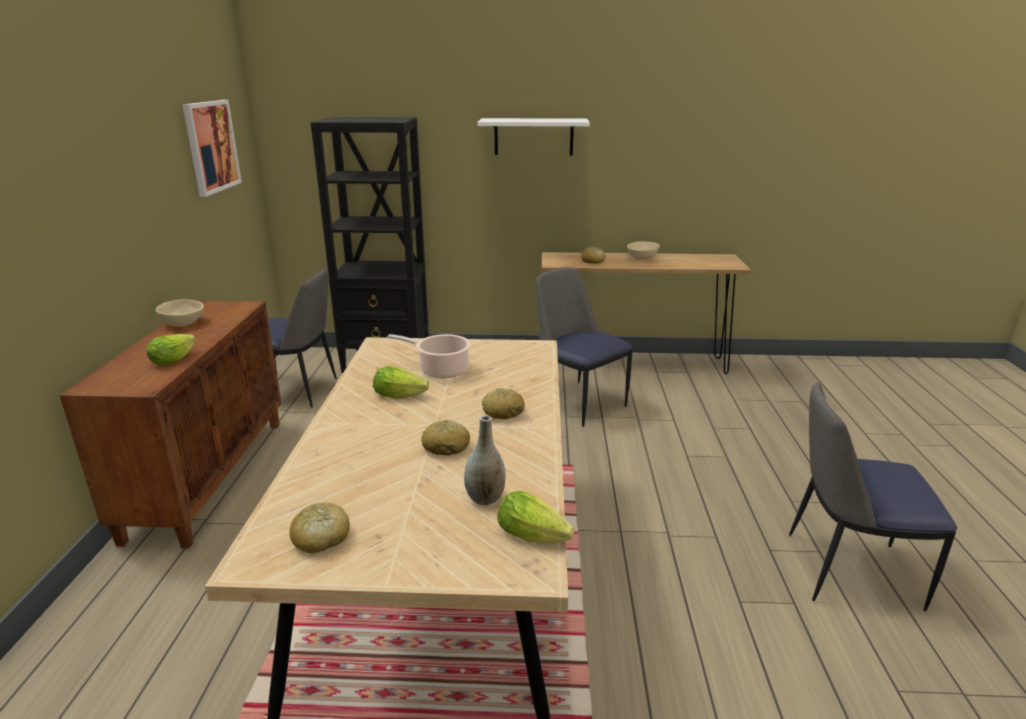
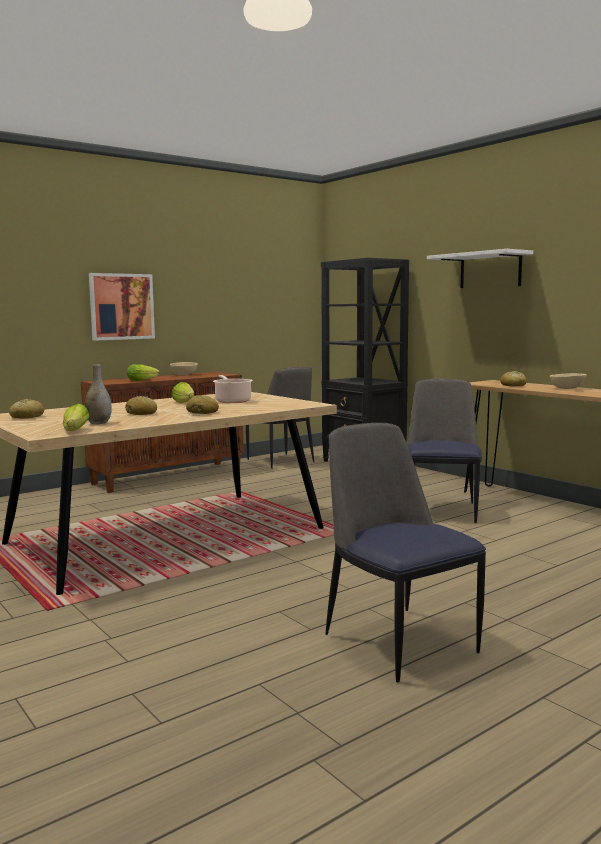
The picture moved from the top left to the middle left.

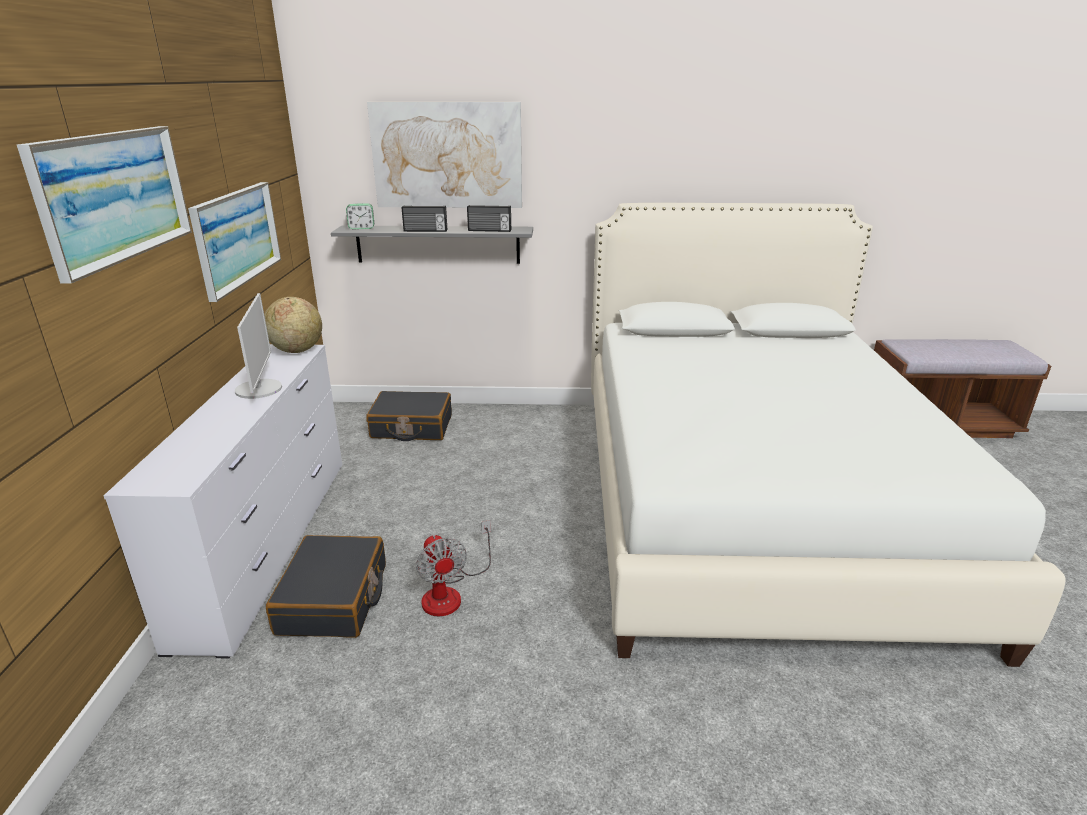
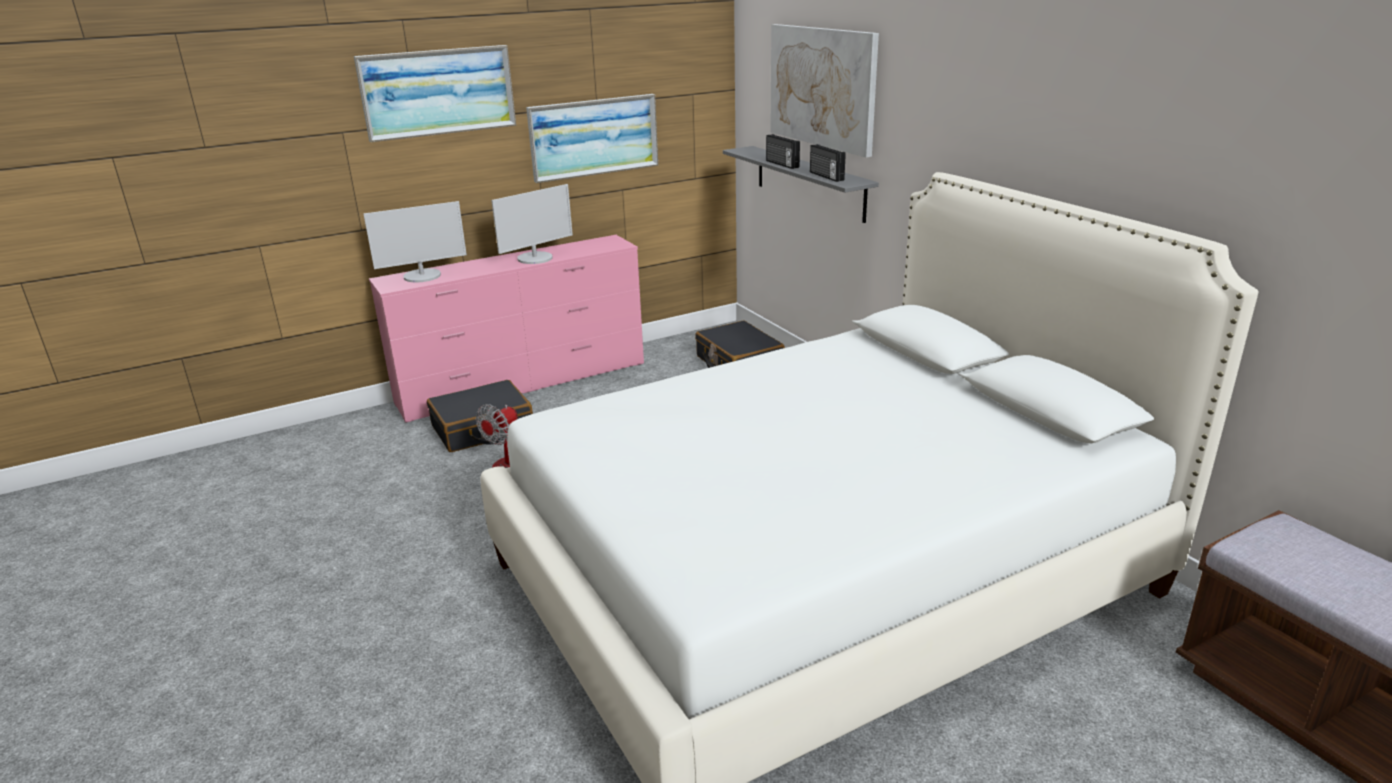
The globe at the middle left disappeared. The alarm clock at the top left disappeared. The monitor (1st from left) at the top left appeared. The white dresser at the middle left became the pink dresser at the centre.

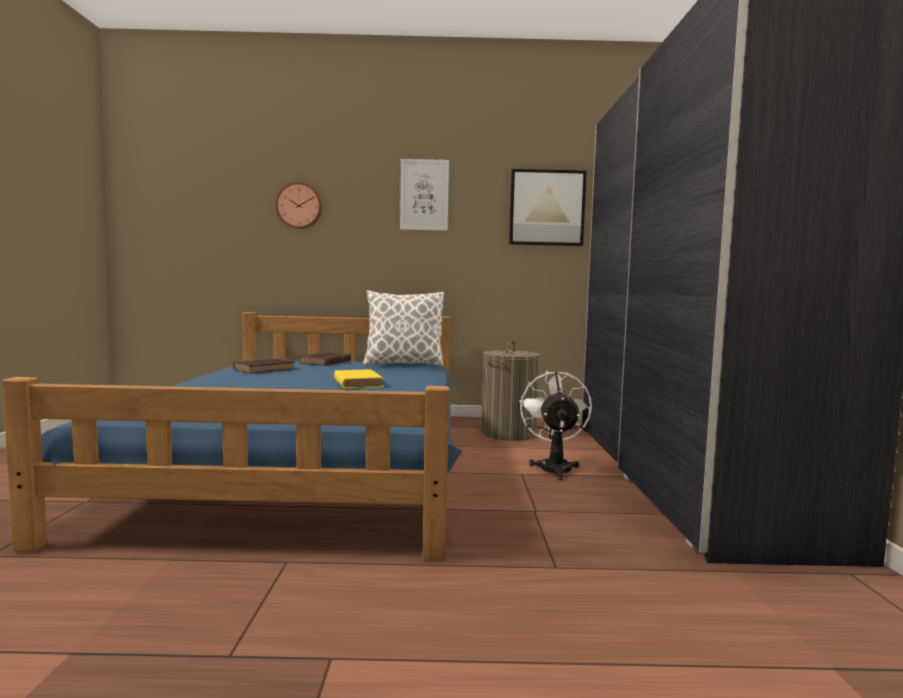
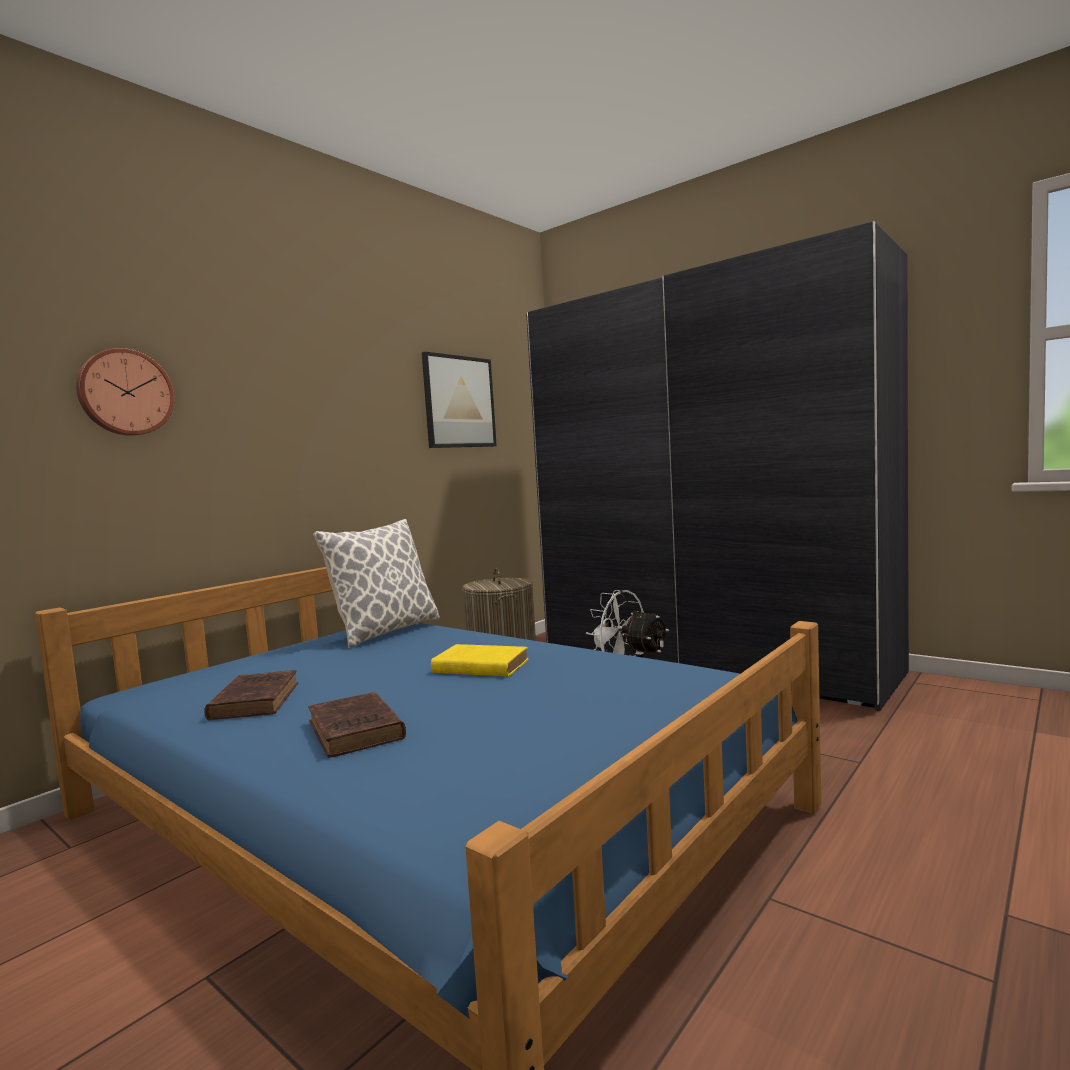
The picture (1st from left) at the top centre disappeared. The brown book (2nd from left) moved from the centre to the bottom centre.

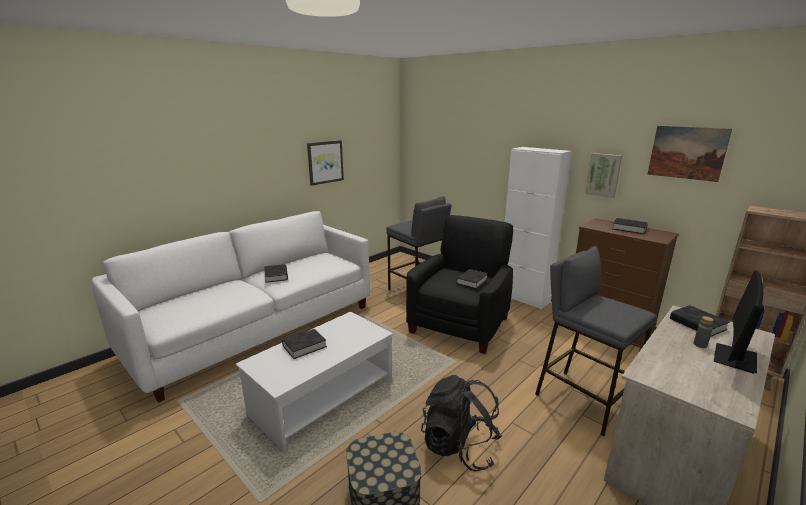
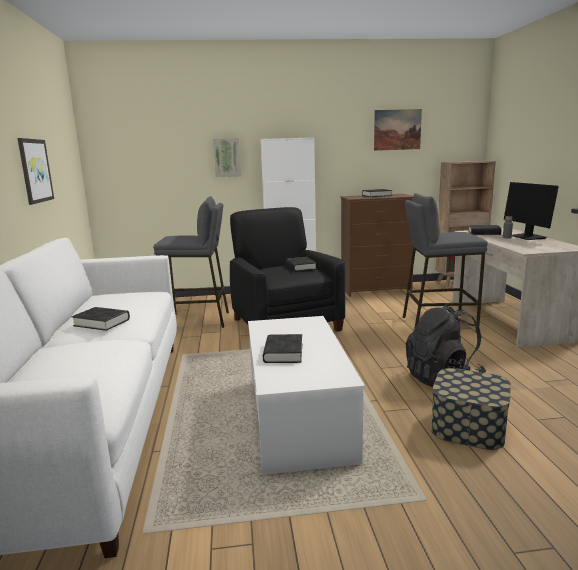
The picture (2nd from left) moved from the middle right to the top centre.

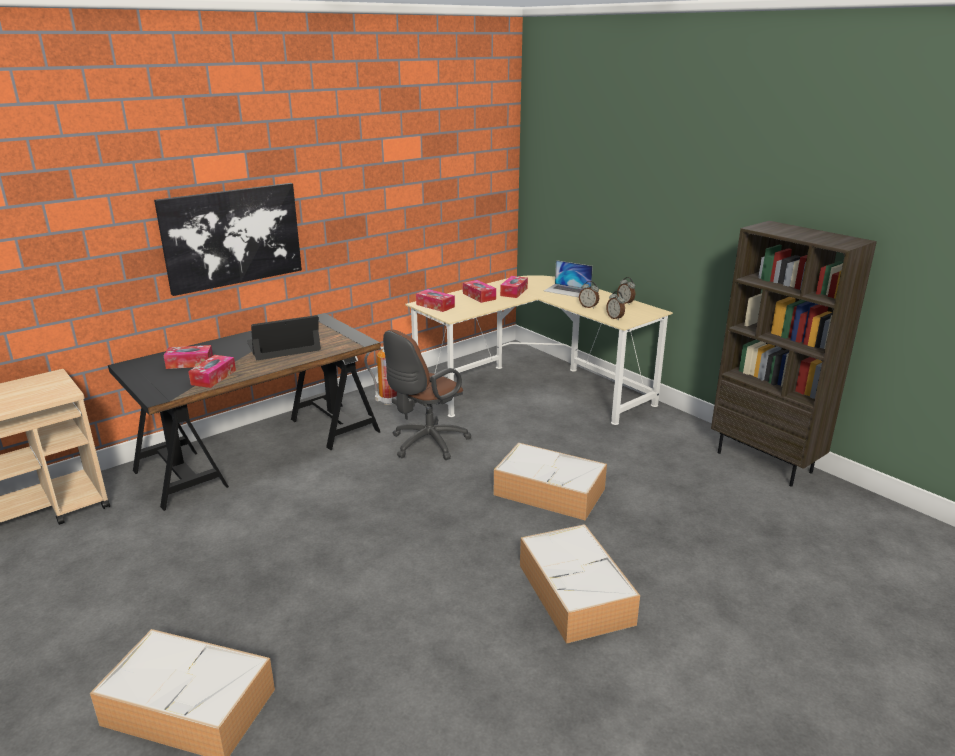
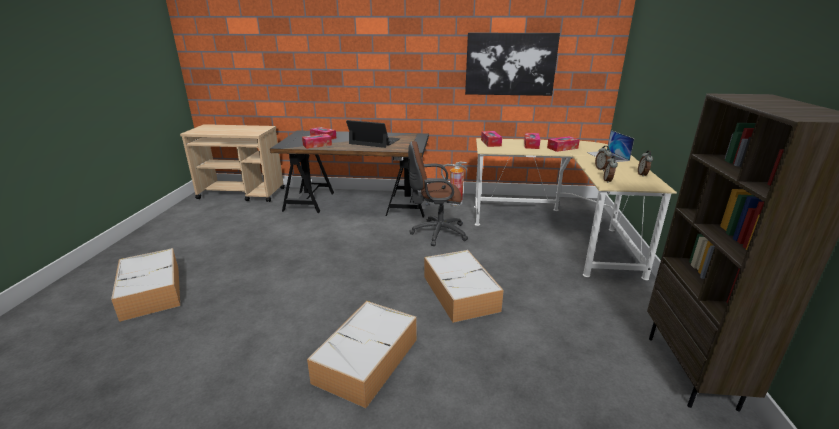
The picture moved from the top left to the top centre.

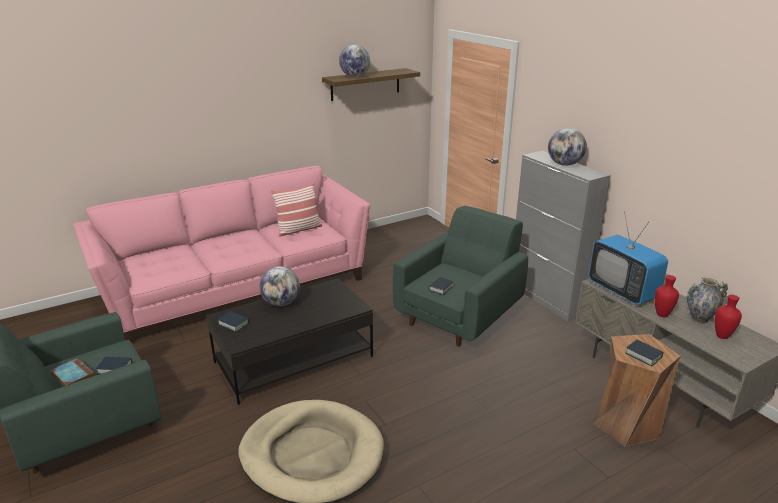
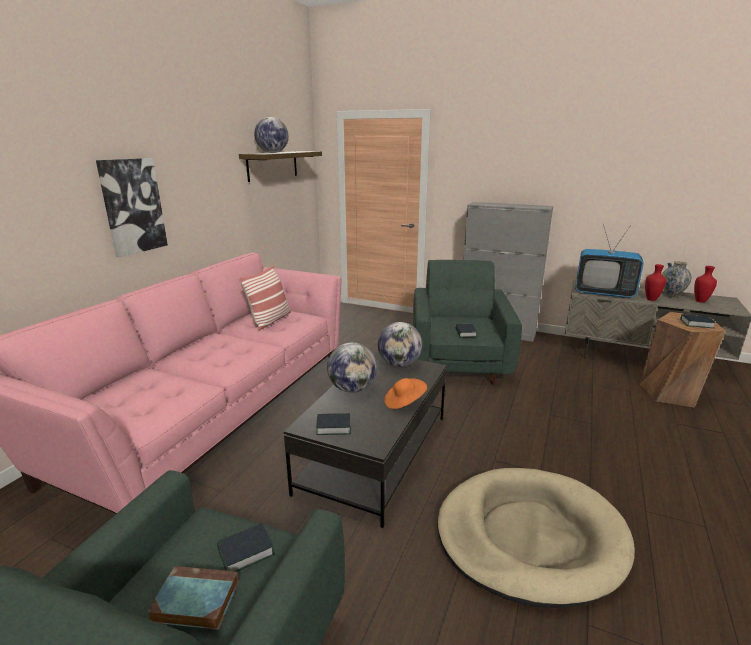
The picture at the top left appeared. The orange hat at the centre appeared. The globe (3rd from left) moved from the top right to the centre.

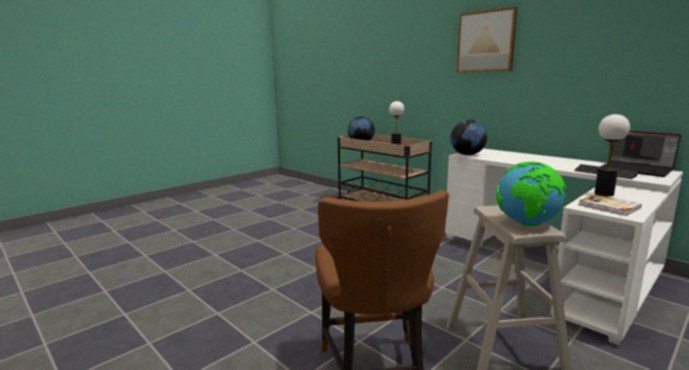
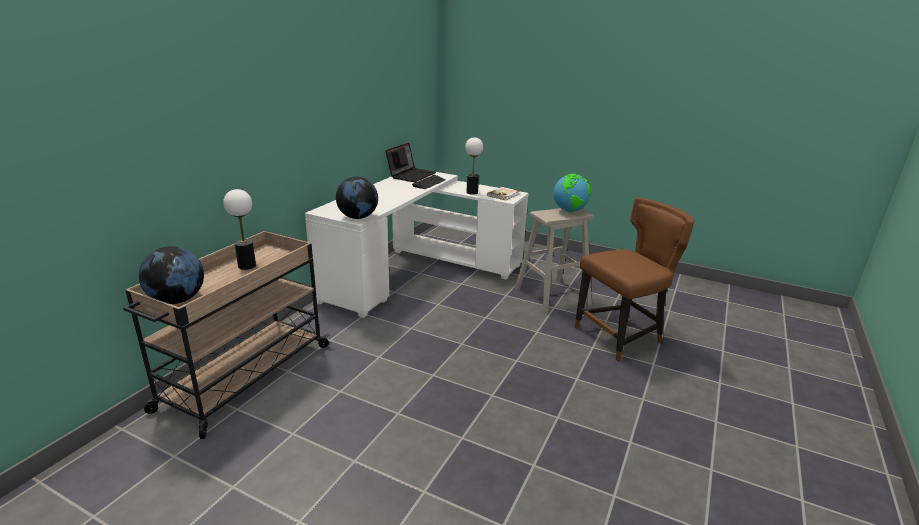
The picture at the top right disappeared.

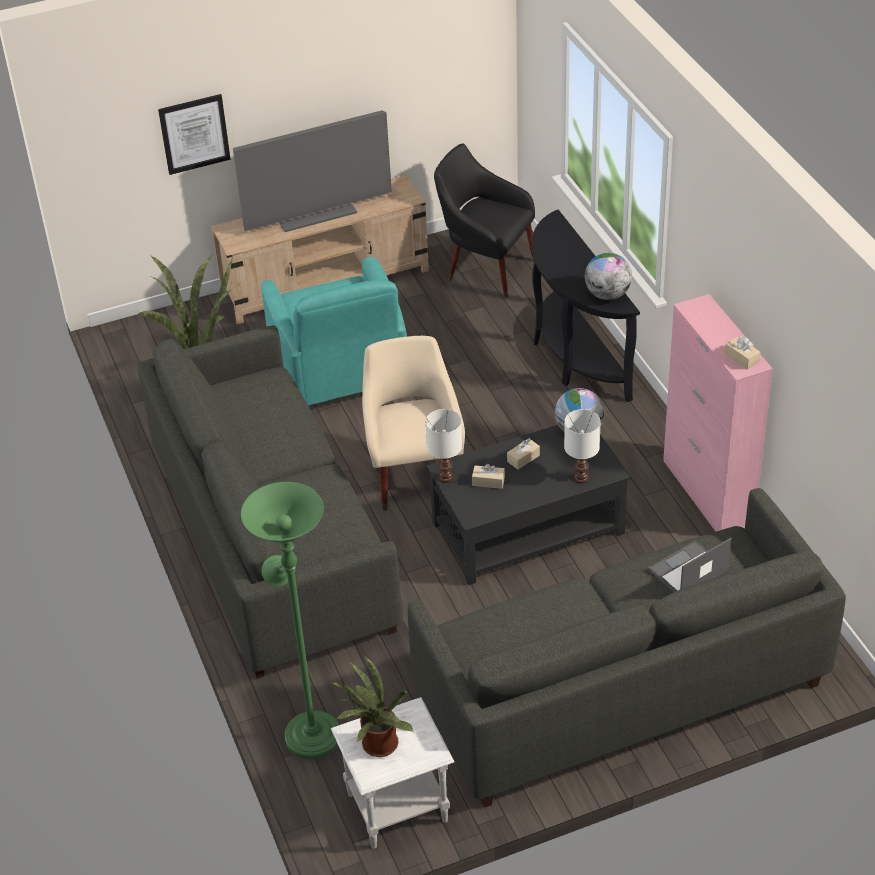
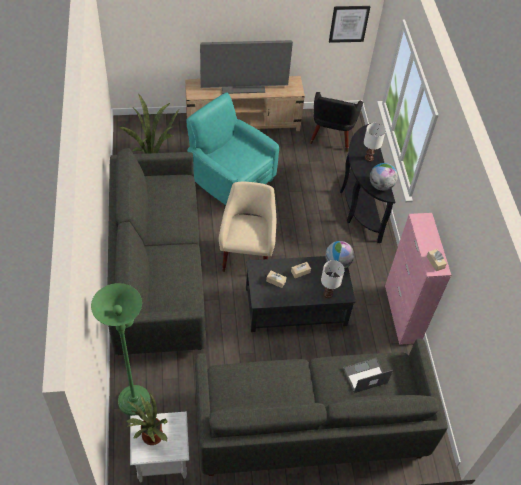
The picture moved from the top left to the top right. The white table lamp (1st from left in the first image) moved from the centre to the top right. The turquoise armchair at the centre turned 135 degrees clockwise. The black armchair at the top centre turned 120 degrees counterclockwise.

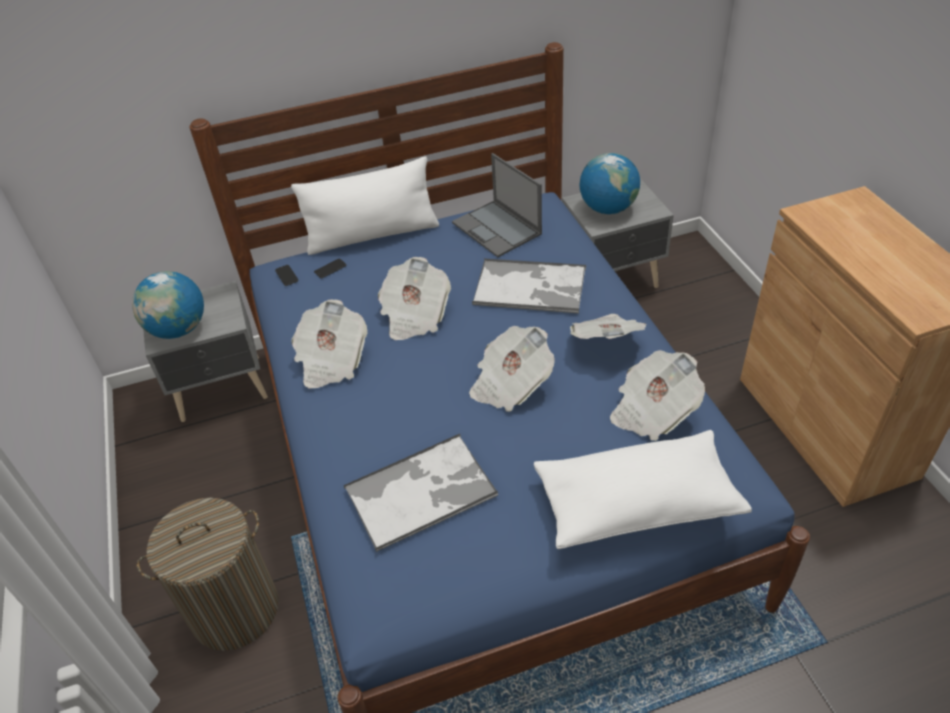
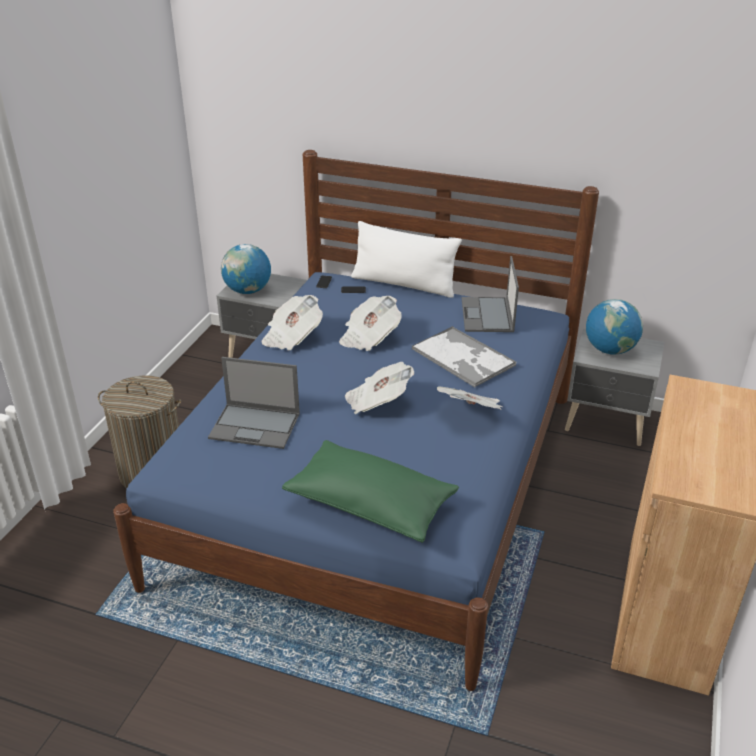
The newspaper (5th from left) at the middle right disappeared. The tray (1st from left) at the bottom centre was replaced by the laptop (1st from left) at the centre. The white pillow (2nd from left) at the bottom right became the green pillow at the centre.

